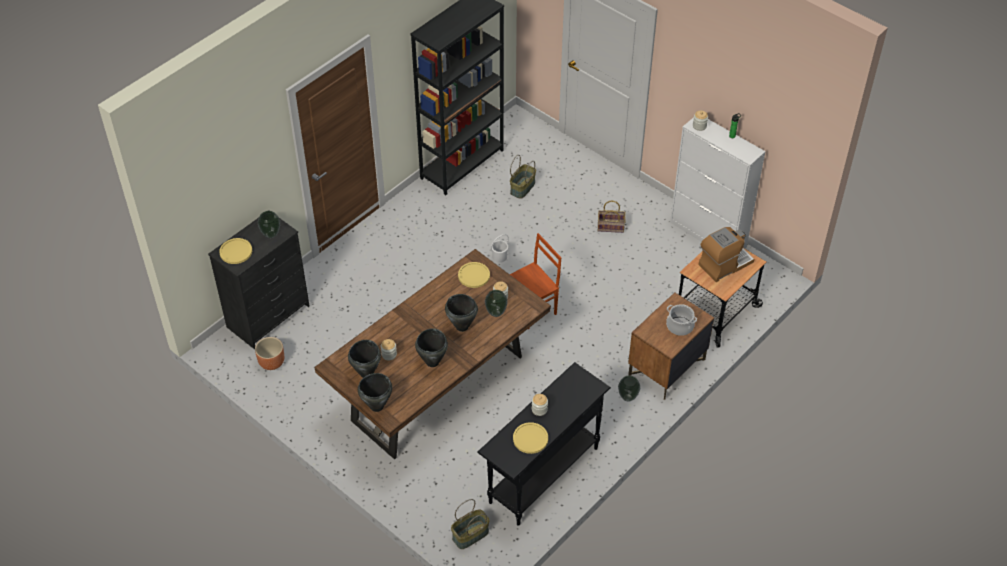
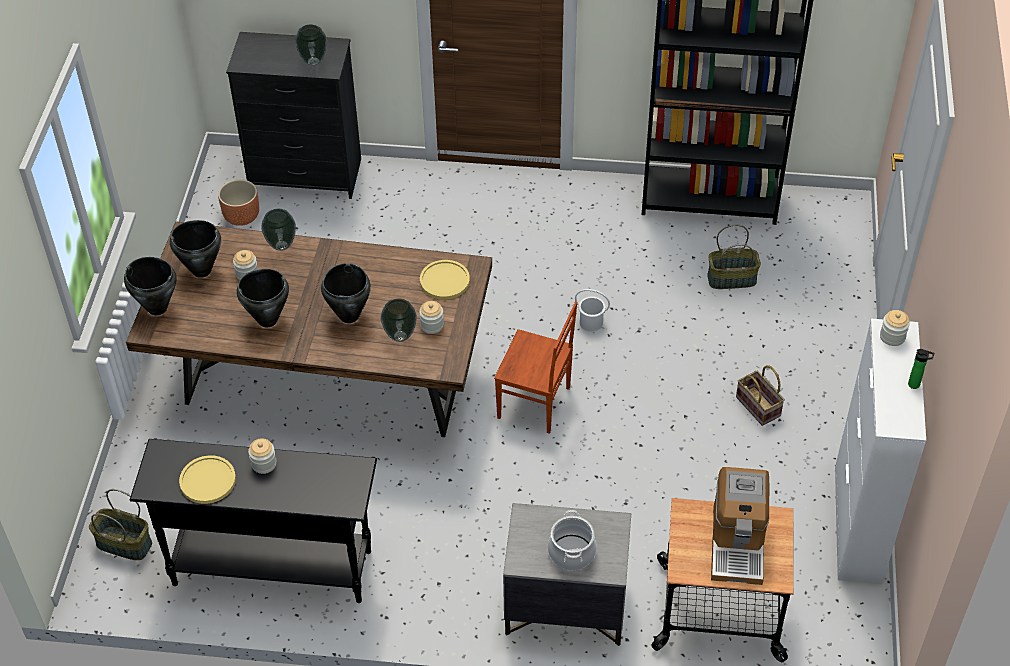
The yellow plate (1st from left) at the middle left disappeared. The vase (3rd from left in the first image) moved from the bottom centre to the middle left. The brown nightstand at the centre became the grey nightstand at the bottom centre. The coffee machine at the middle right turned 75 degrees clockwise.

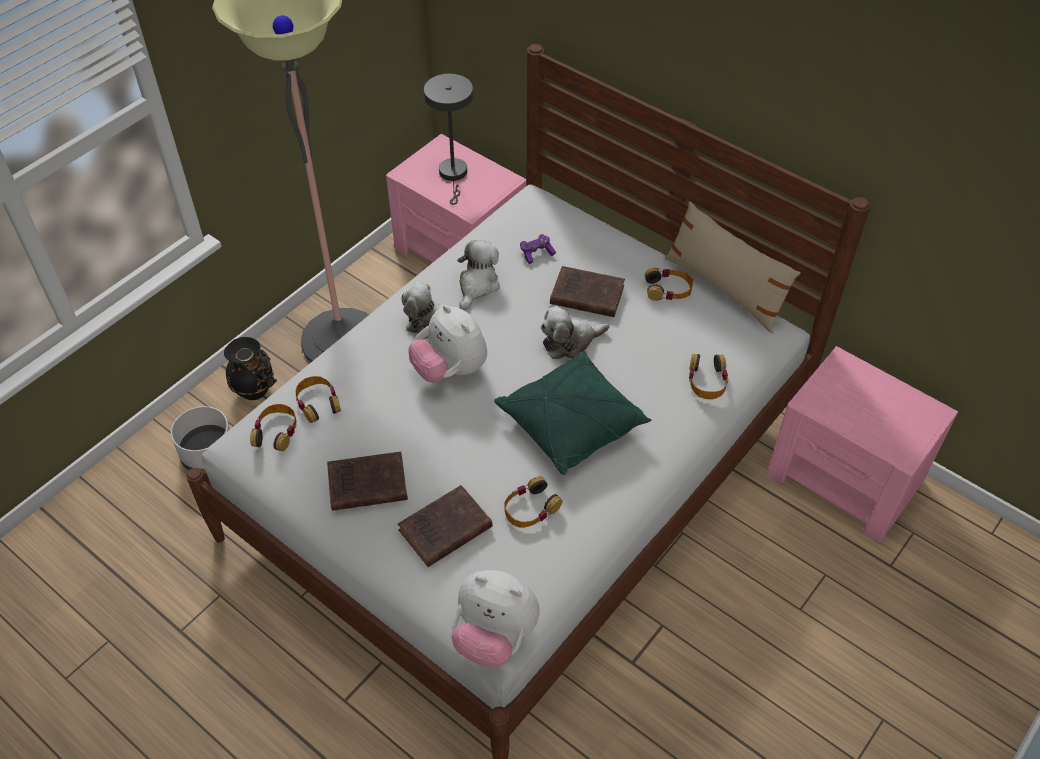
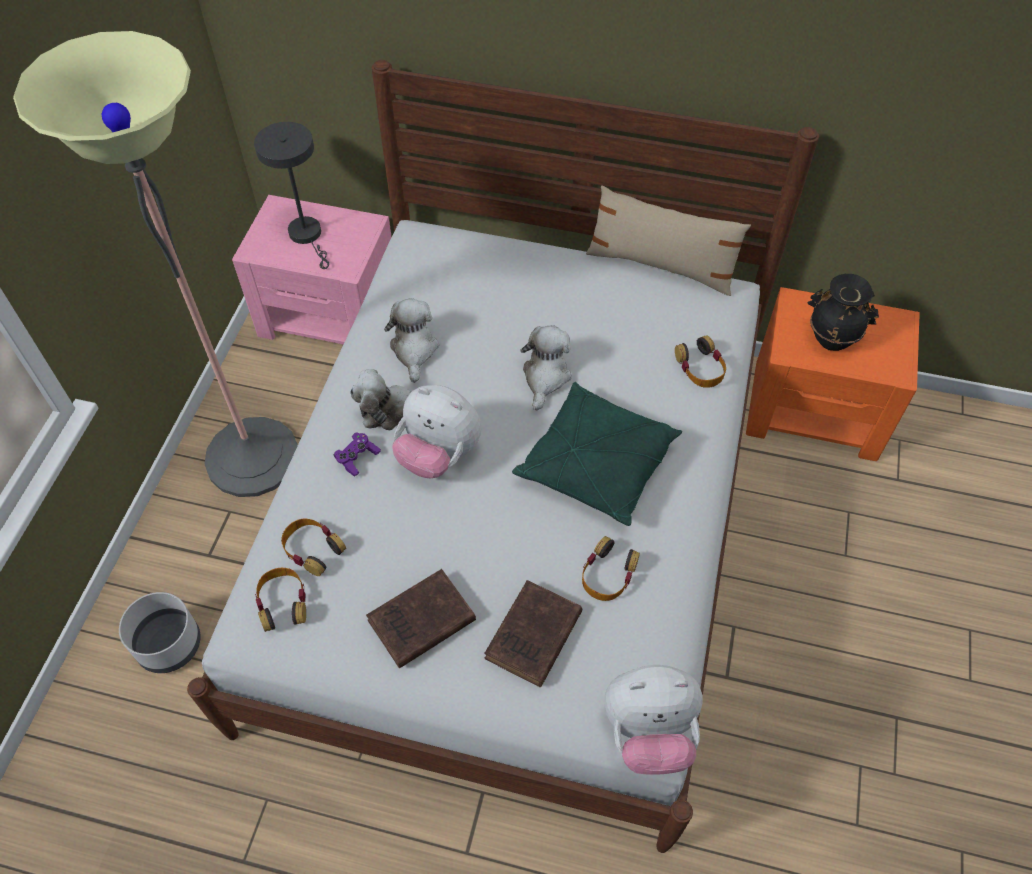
The brown book (3rd from left) at the centre disappeared. The headphones (4th from left) at the centre disappeared. The black vase moved from the middle left to the middle right. The purple game controller moved from the top centre to the centre. The pink nightstand (2nd from left) at the middle right became the orange nightstand at the middle right. The plush toy (5th from left in the first image) at the centre turned 150 degrees clockwise.

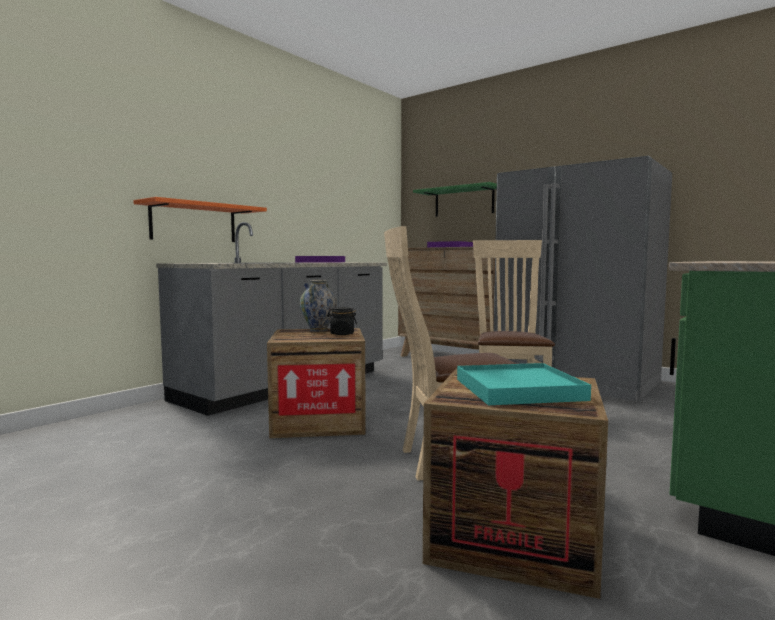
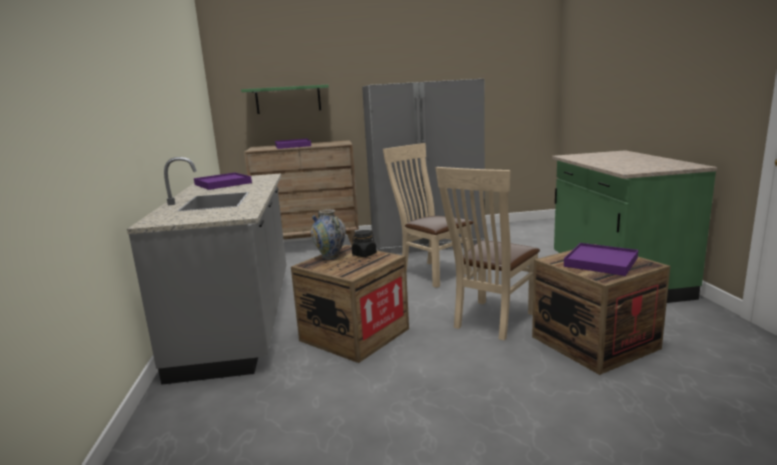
The orange shelf at the middle left disappeared. The turquoise tray at the middle right became the purple tray (3rd from left) at the middle right.

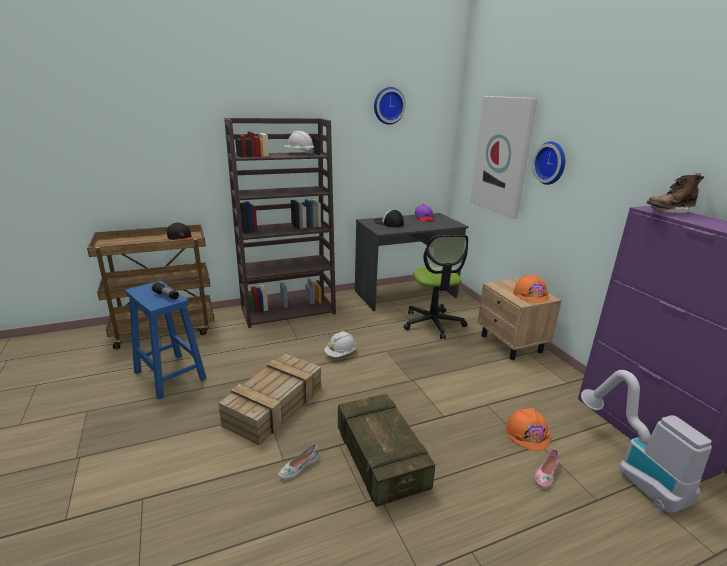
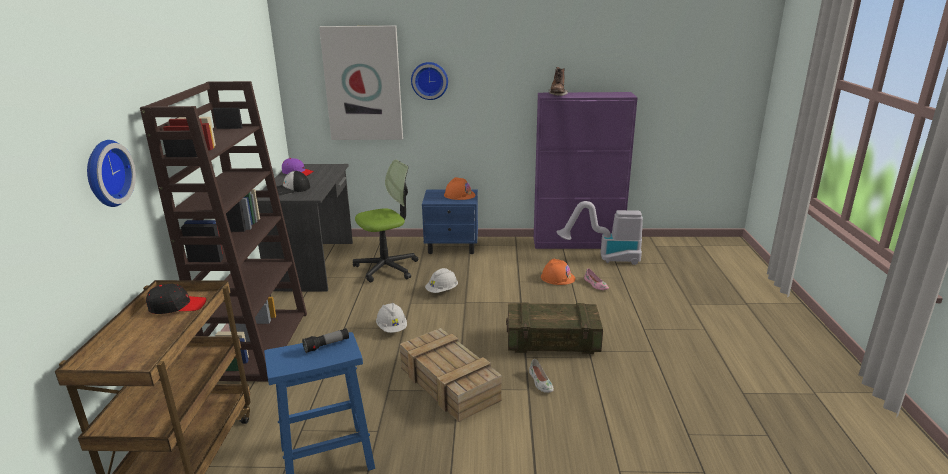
The white hard hat (1st from left in the first image) moved from the top centre to the centre. The wall clock (1st from left) moved from the top centre to the middle left. The beige nightstand at the middle right became the blue nightstand at the centre. The office chair at the centre turned 45 degrees counterclockwise.

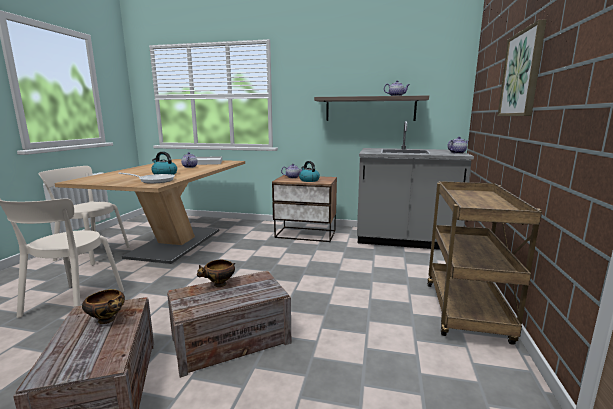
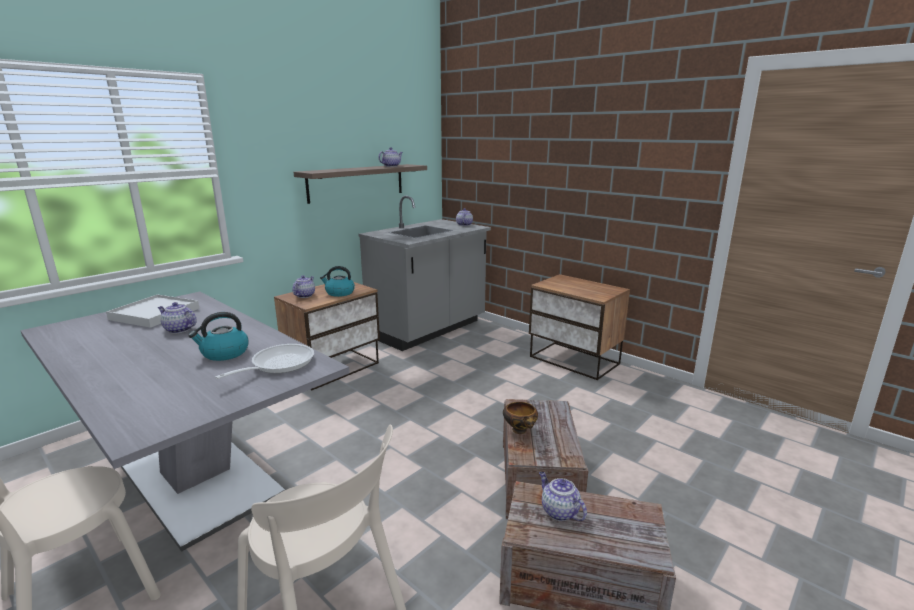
The picture at the top right disappeared. The bowl (1st from left) at the bottom left was replaced by the teapot (5th from left) at the bottom centre. The brown cart at the middle right was replaced by the nightstand (2nd from left) at the centre. The brown dining table at the middle left became the grey dining table at the bottom left.

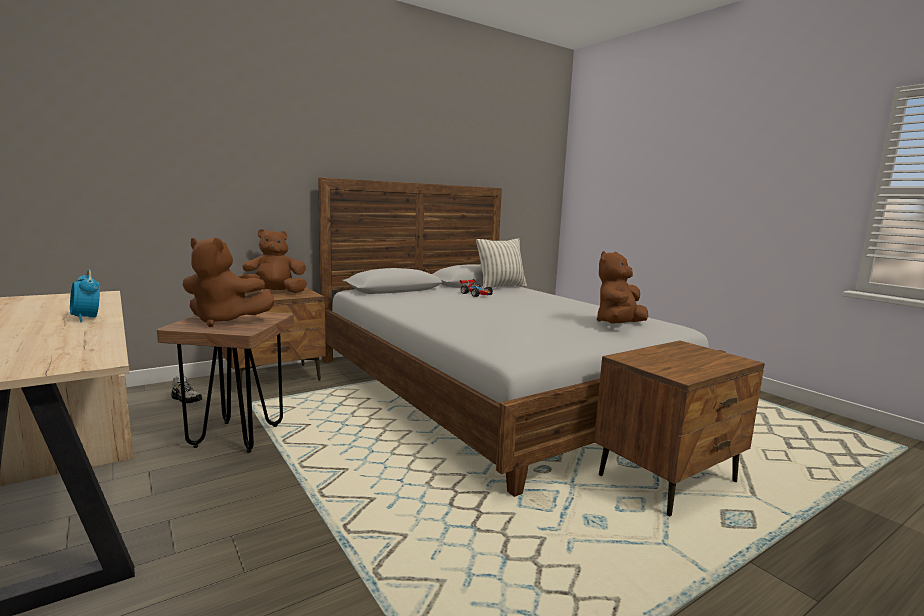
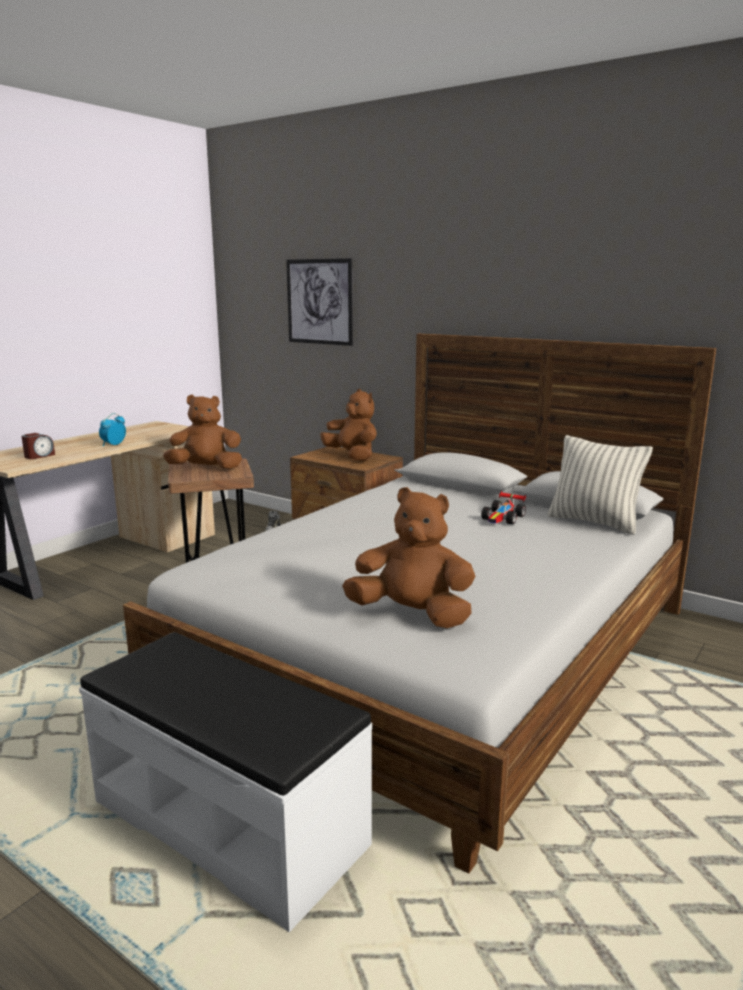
The alarm clock (1st from left) at the middle left appeared. The picture at the top centre appeared. The brown nightstand (2nd from left) at the bottom right was replaced by the white bench at the bottom left. The brown plush toy (1st from left) at the middle left turned 90 degrees clockwise.

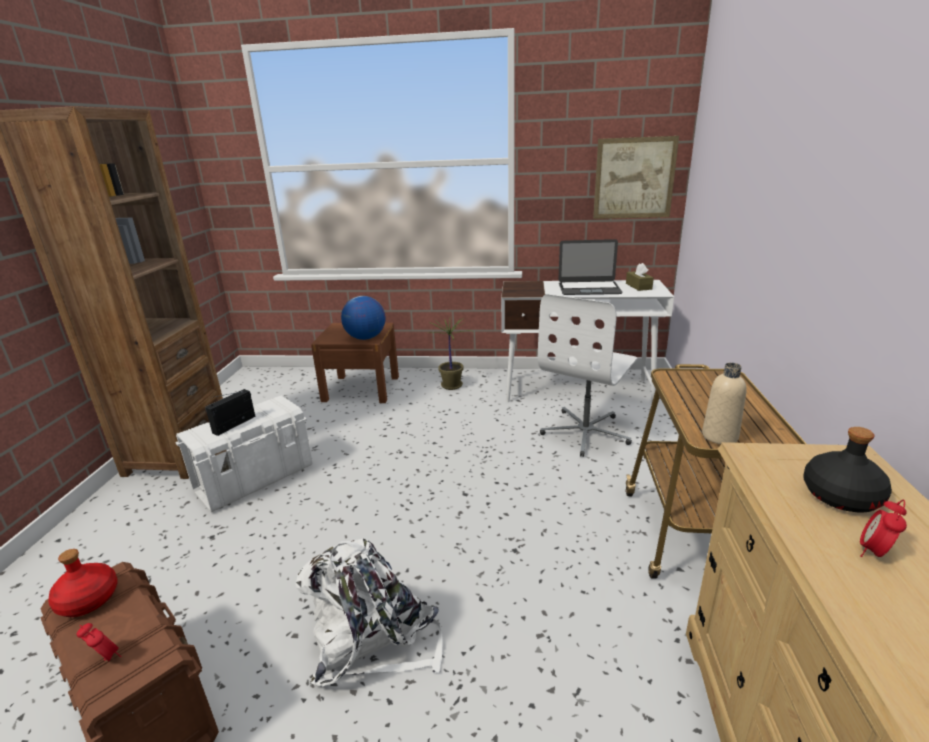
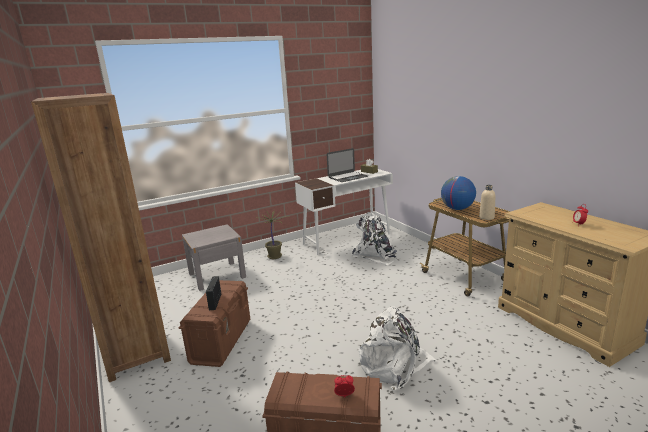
The red bottle at the bottom left disappeared. The picture at the top right disappeared. The black bottle at the middle right disappeared. The globe moved from the centre to the middle right. The white office chair at the centre was replaced by the white backpack (1st from left) at the centre. The white storage box at the middle left became the brown storage box (1st from left) at the bottom left. The brown nightstand at the centre became the grey nightstand at the middle left.

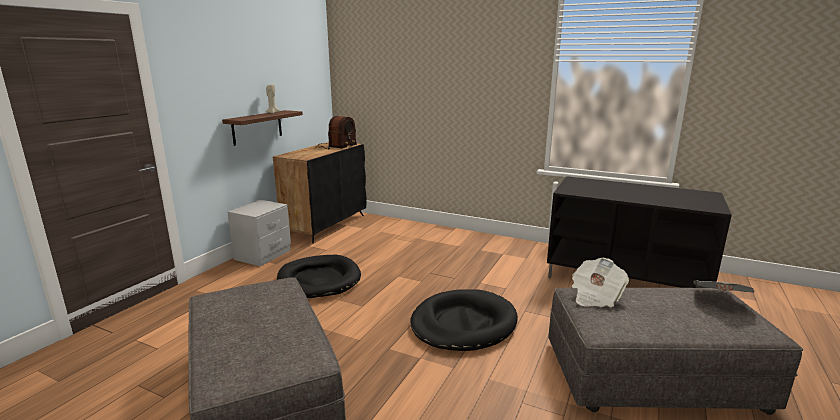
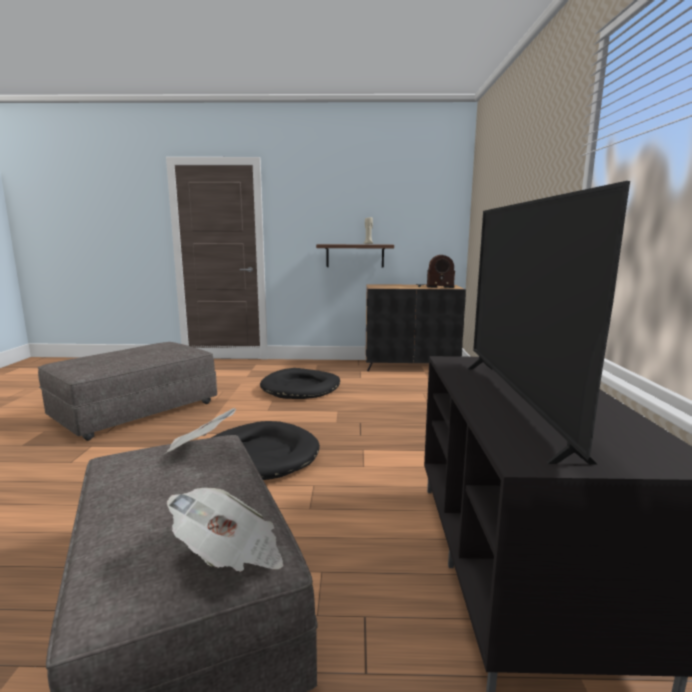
The grey nightstand at the middle left disappeared. The television at the middle right appeared.

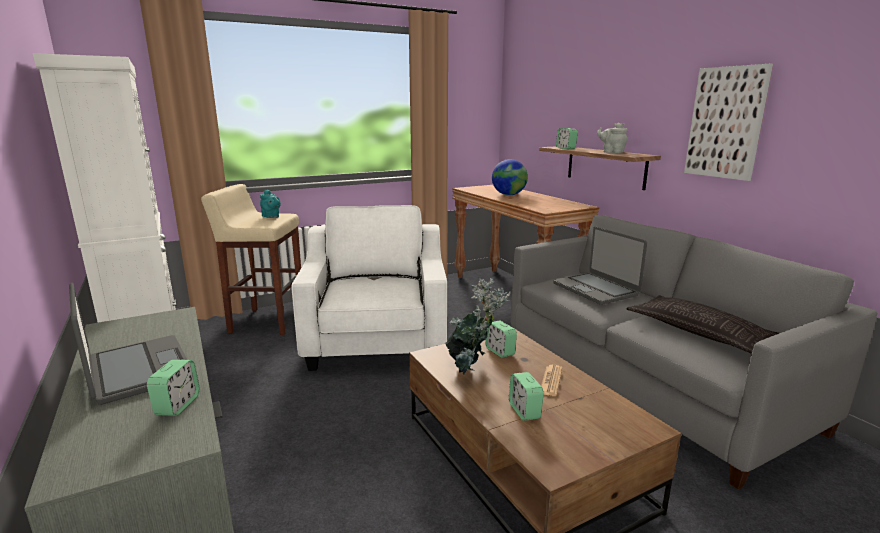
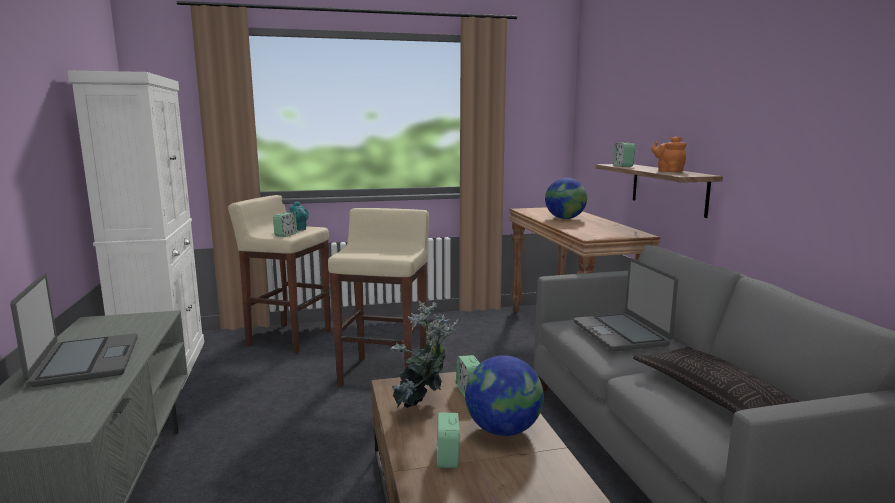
The picture at the top right disappeared. The alarm clock (1st from left) moved from the bottom left to the middle left. The white armchair at the centre was replaced by the beige stool (2nd from left) at the centre. The newspaper at the bottom centre was replaced by the globe (1st from left) at the bottom centre. The grey teapot at the top right became the orange teapot at the top right.

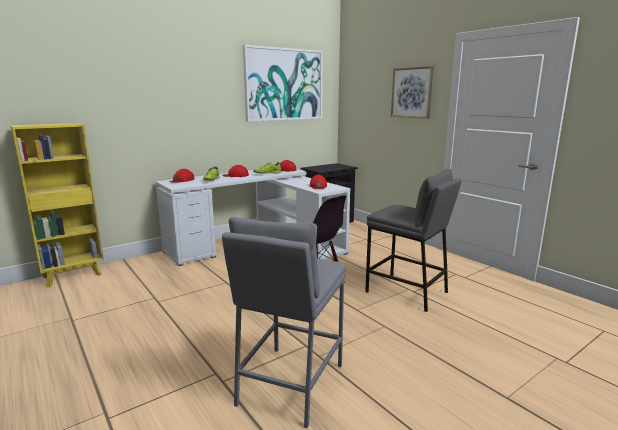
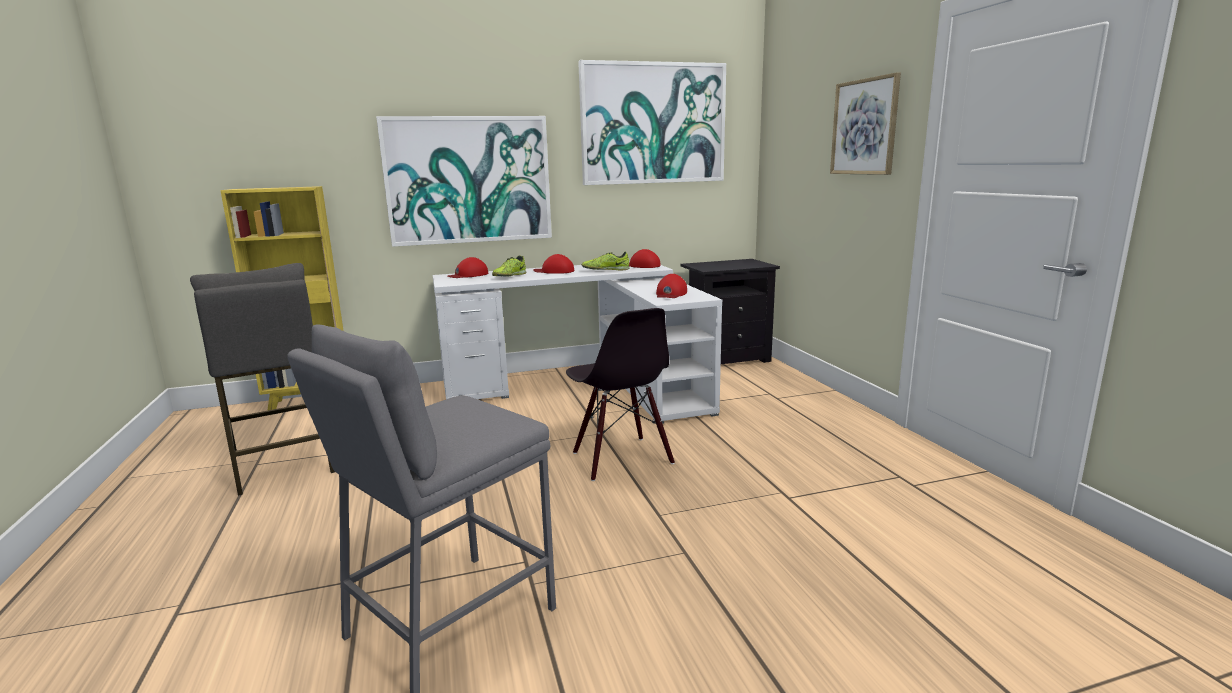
The picture (1st from left) at the top centre appeared. The grey stool (2nd from left in the first image) moved from the middle right to the middle left.

